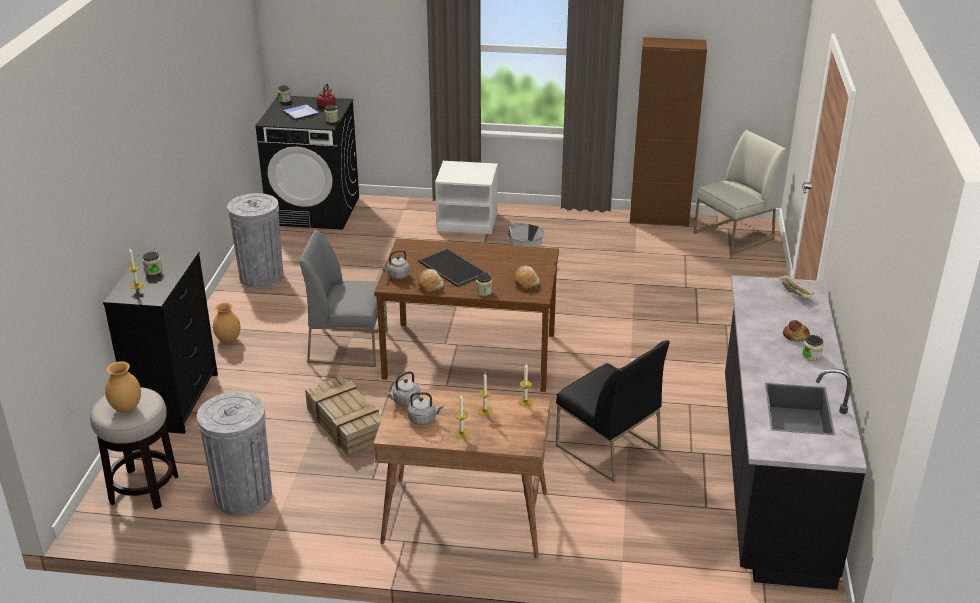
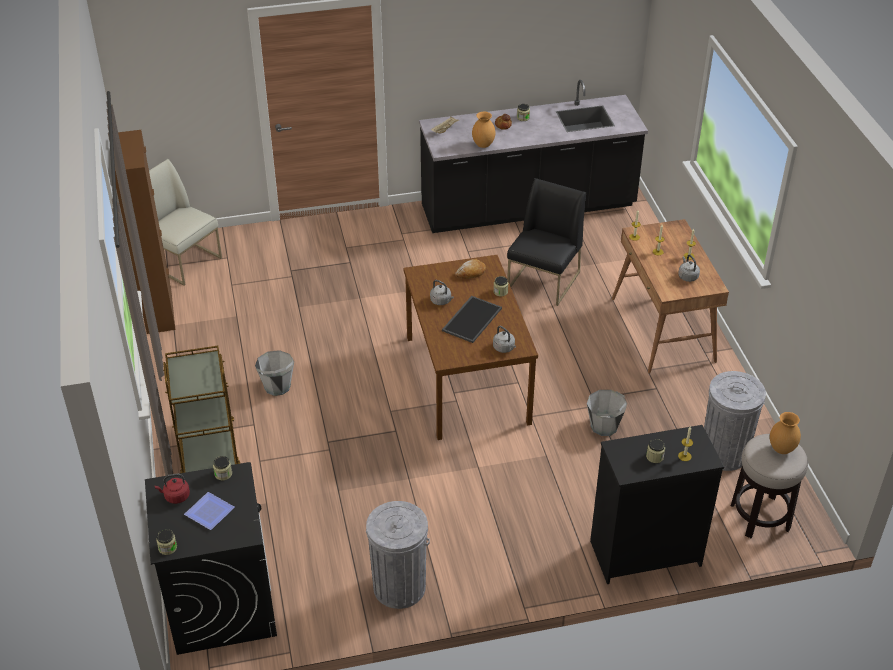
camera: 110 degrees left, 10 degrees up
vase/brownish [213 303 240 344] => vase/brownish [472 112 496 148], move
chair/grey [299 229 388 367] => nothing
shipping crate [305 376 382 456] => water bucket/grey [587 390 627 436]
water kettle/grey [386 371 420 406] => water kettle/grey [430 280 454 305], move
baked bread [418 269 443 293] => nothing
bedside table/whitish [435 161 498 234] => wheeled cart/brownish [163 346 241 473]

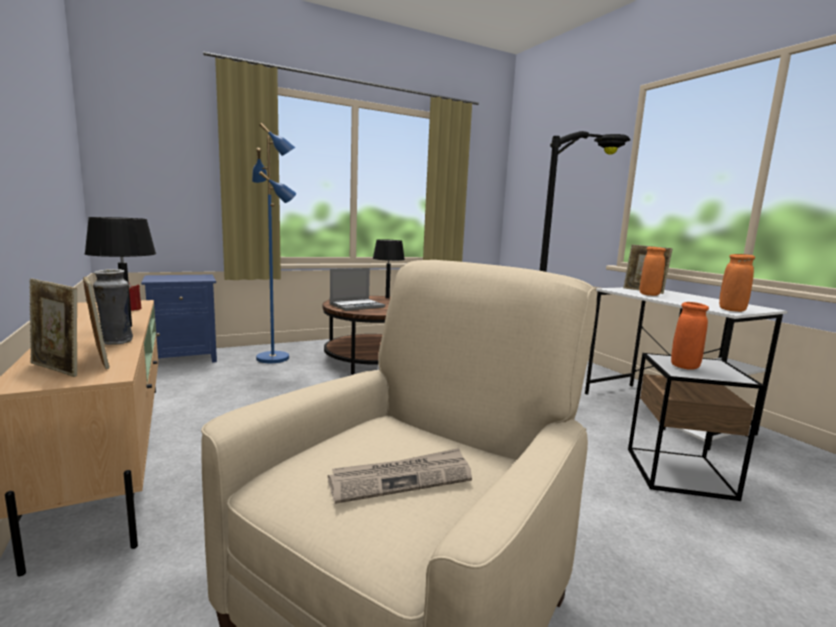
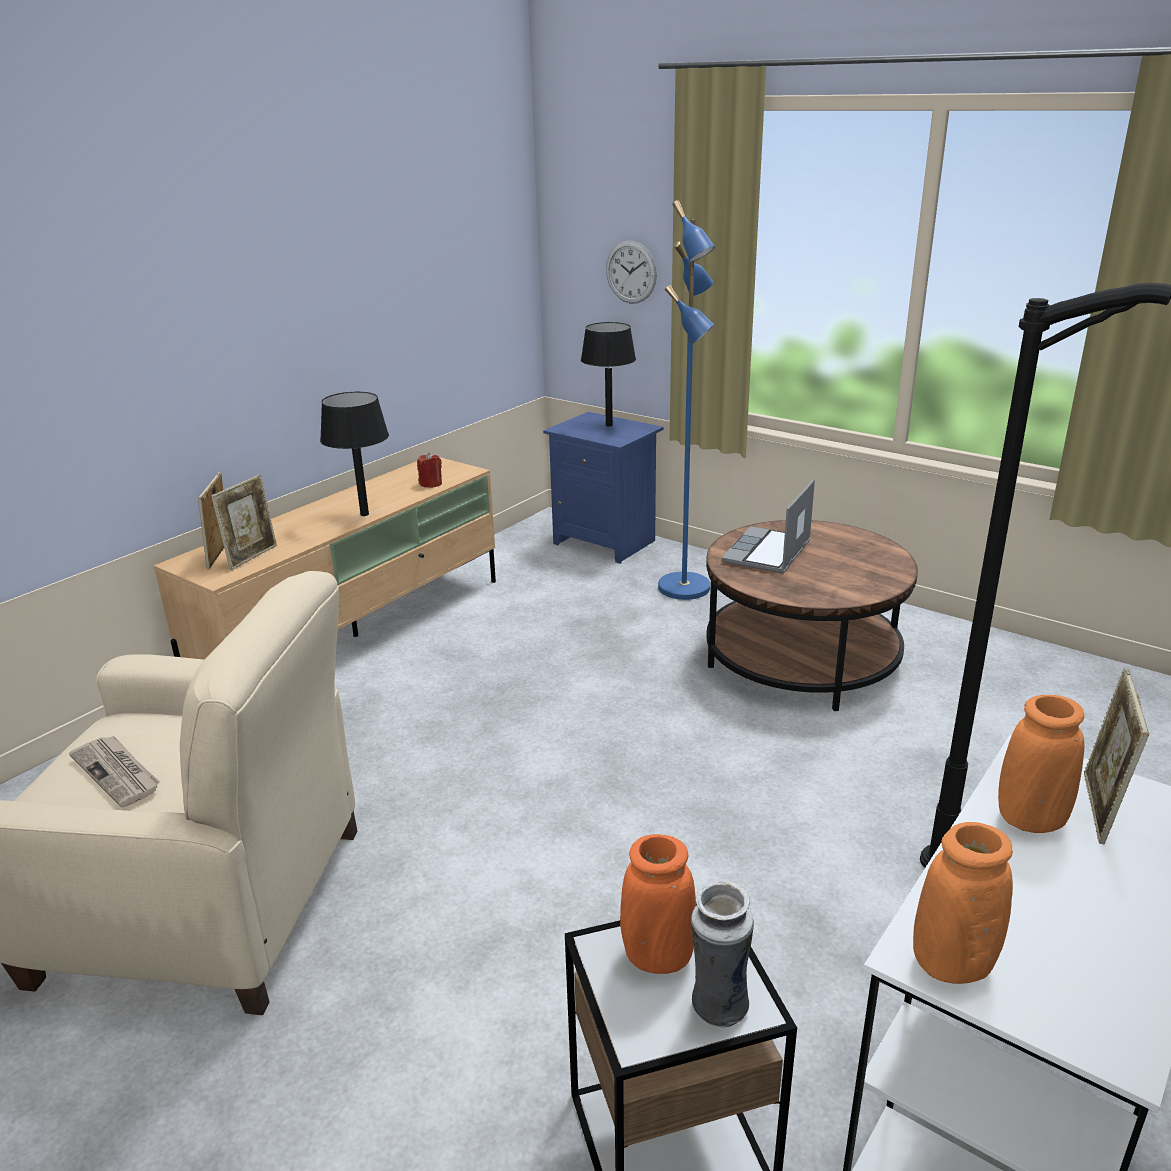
camera: 65 degrees right, 15 degrees up
vase [93 269 133 345] => vase [691 880 754 1027], move
laptop [330 268 385 311] => laptop [721 479 815 574], 90 degrees clockwise
table lamp/black [373 239 405 298] => table lamp/black [581 322 636 426], move
nothing => clock on the wall [606 240 657 304]

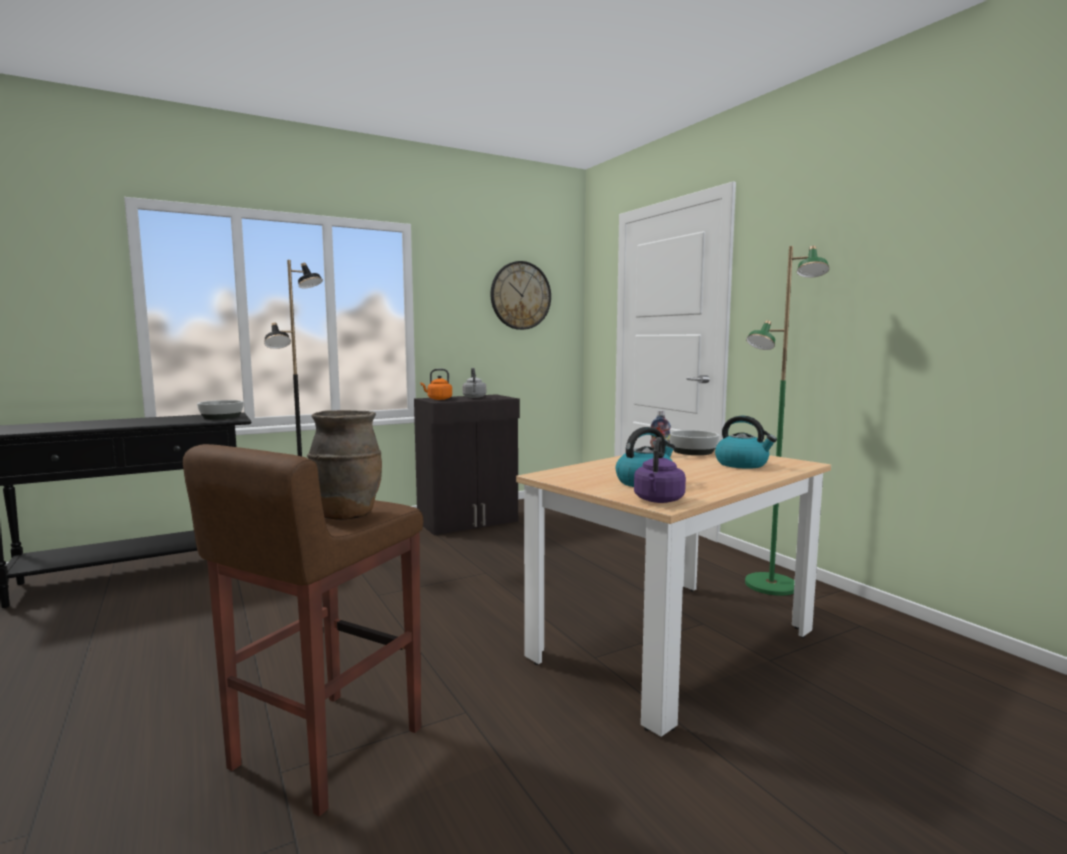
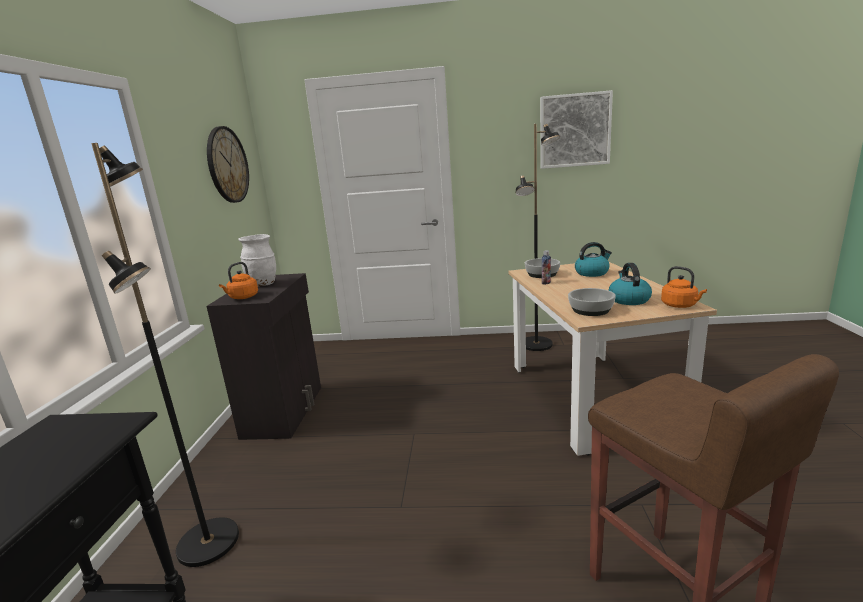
camera: 55 degrees left, 10 degrees up
bowl [197 400 244 419] => bowl [568 288 616 316], move
vase/brownish [307 410 382 520] => nothing
water kettle/grey [462 368 486 398] => vase/whitish [238 234 276 287]
water kettle/purple-coloured [634 437 686 503] => water kettle/orange-coloured [661 266 707 308]
standard lamp/green [745 246 829 596] => standard lamp/black [516 124 560 351]
nothing => wall art [540 90 613 169]

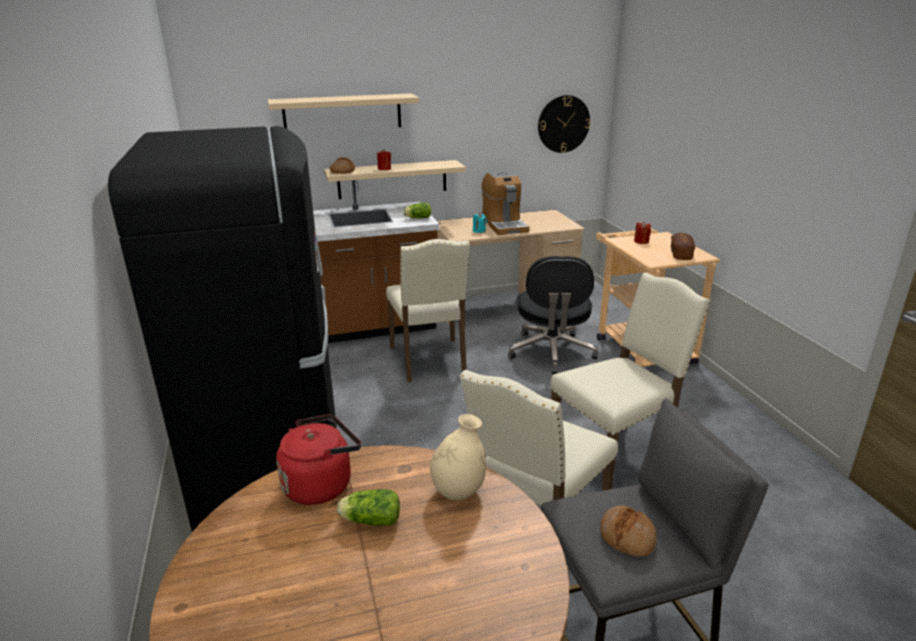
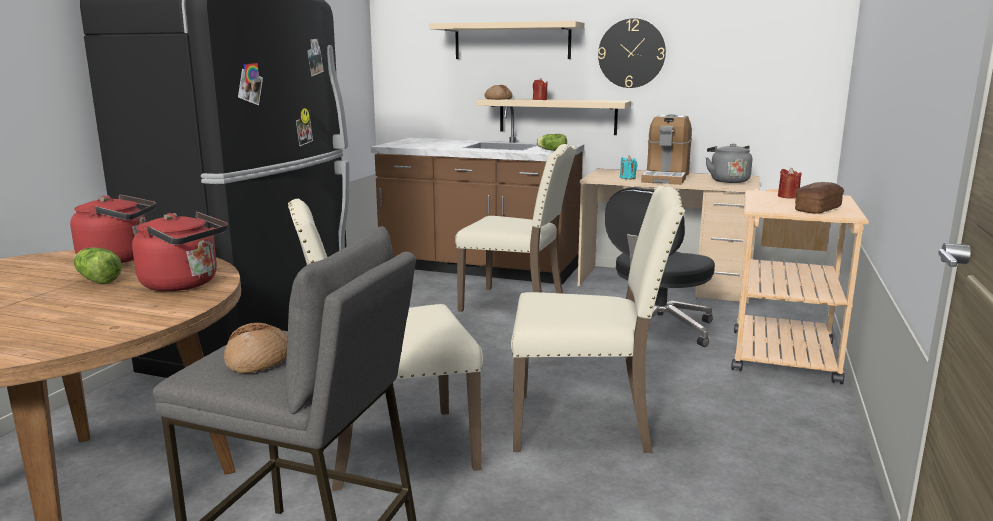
camera: 35 degrees right, 10 degrees down
chair/beige [386 239 470 383] => chair/beige [455 144 577 312], 90 degrees counterclockwise
vase/beige [430 414 486 501] => water kettle/red-coloured [132 212 228 291]
clock on the wall [538 95 590 153] => clock on the wall [598 18 666 88], move
nothing => water kettle/grey [706 143 752 183]

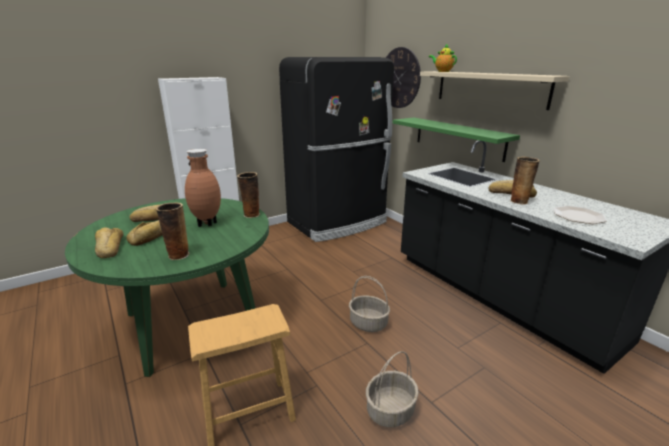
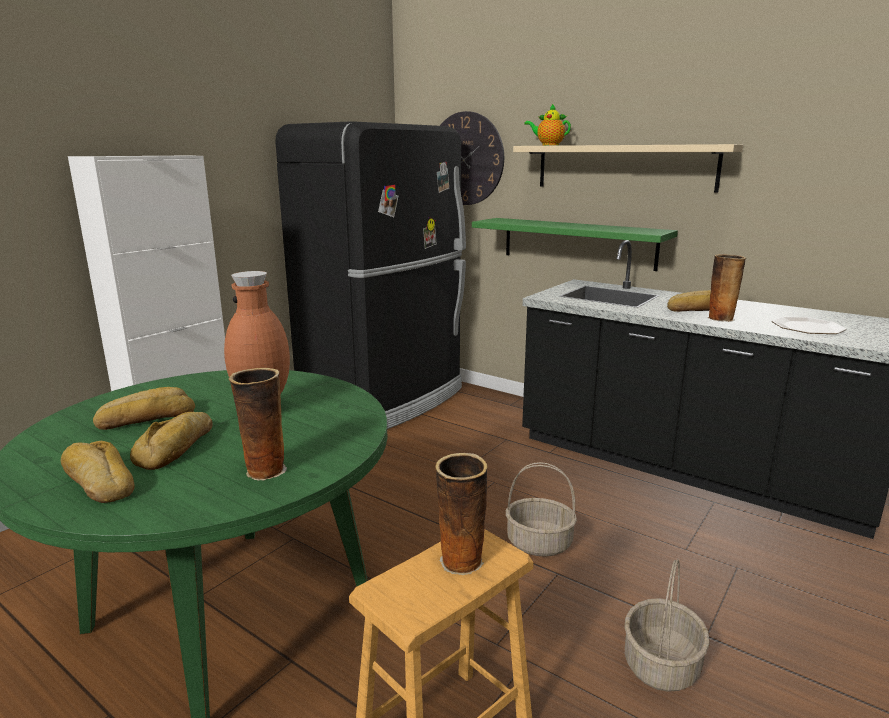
camera: 20 degrees left, 5 degrees down
vase [237 172 260 218] => vase [435 453 488 575], move

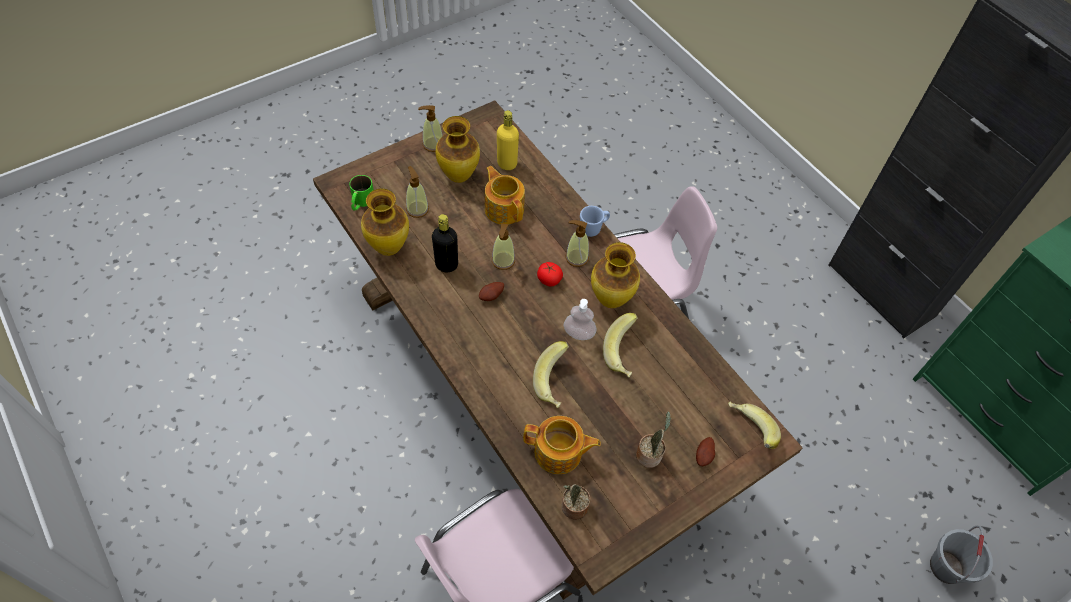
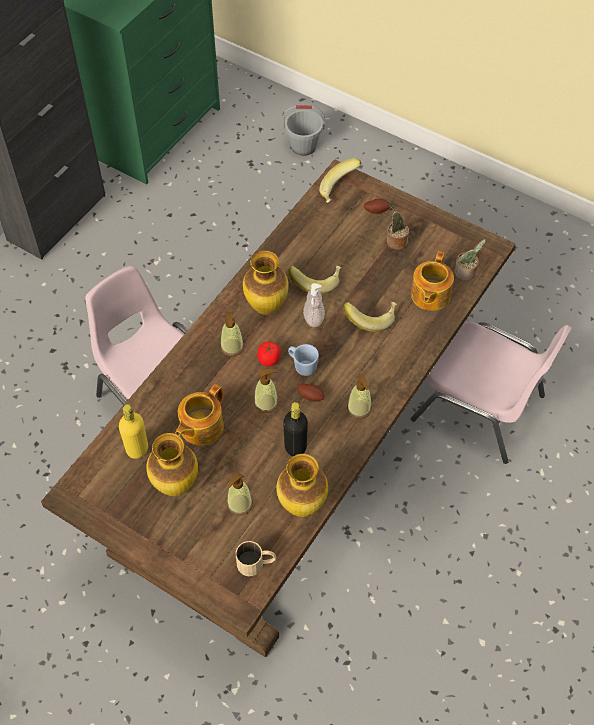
camera: 110 degrees left, 0 degrees up
tea mug/green [349 175 374 211] => tea mug/beige [236 541 276 576]
liquid soap bottle [418 105 443 152] => liquid soap bottle [347 374 372 419], move
pot for tea [523 416 601 474] => pot for tea [411 251 454 311], 150 degrees counterclockwise
tea mug/blue [580 206 610 237] => tea mug/blue [288 344 319 376], move

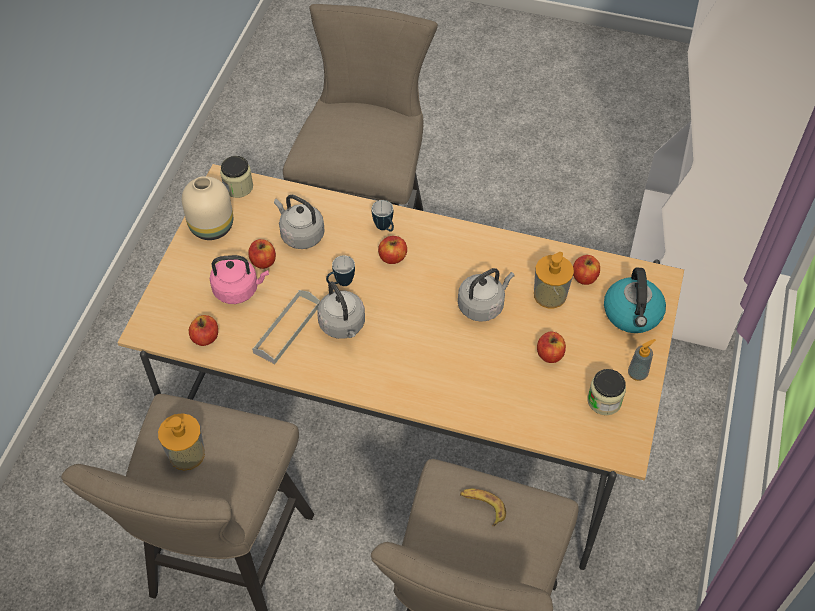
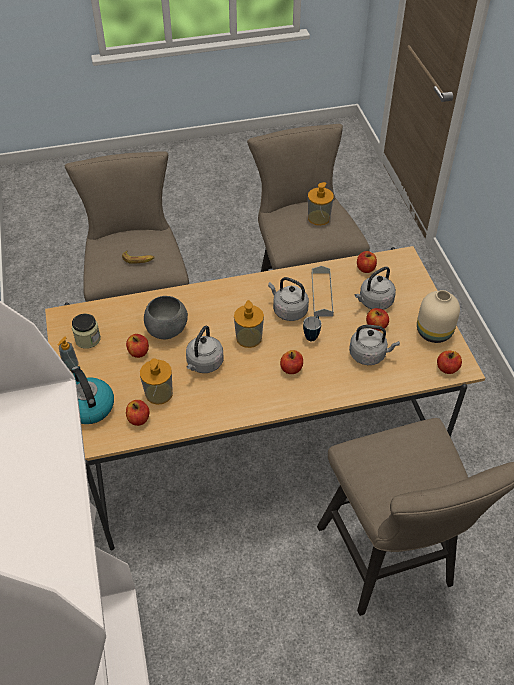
camera: 150 degrees right, 5 degrees down
water kettle/pink [210 255 269 304] => water kettle/grey [355 267 396 310]
storage jar [220 156 253 198] => apple fruit [437 351 462 374]
tea mug [372 200 394 232] => nothing
nothing => bowl/grey [144 296 188 339]
nothing => liquid soap bottle [234 300 264 348]

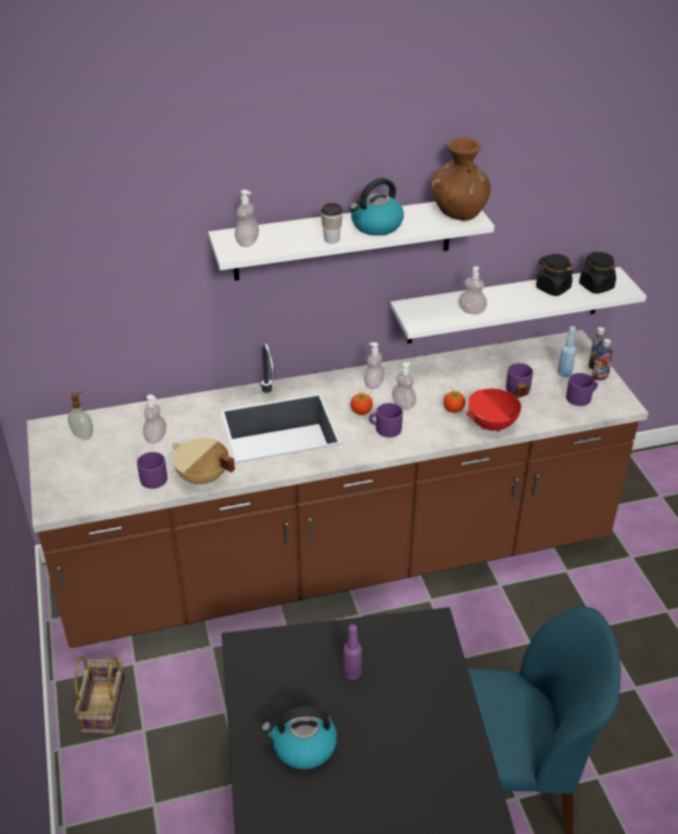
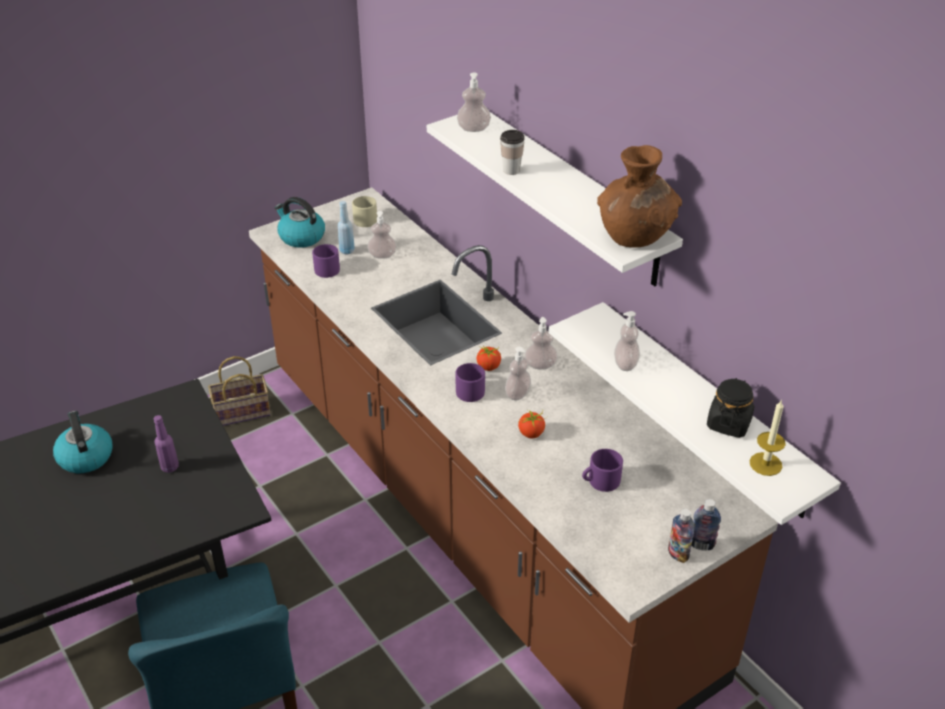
camera: 70 degrees right, 0 degrees up
liquid soap bottle [68 391 93 440] => tea mug/beige [352 196 377 227]
stockpot/beige [172 438 235 485] => nothing
water kettle [350 178 404 236] => water kettle [275 197 325 248], move
stockpot/red-coloured [466 382 529 432] => nothing
drink bottle/blue [557 326 576 377] => drink bottle/blue [338 201 355 254], move
tea mug/purple-coloured [566 373 598 406] => nothing
storage jar/black [579 251 616 294] => wax candle [750 399 786 476]

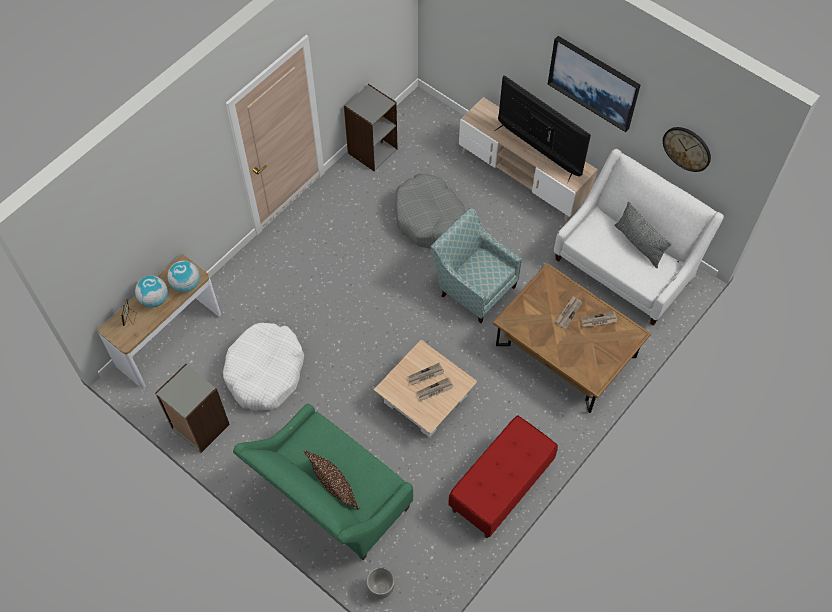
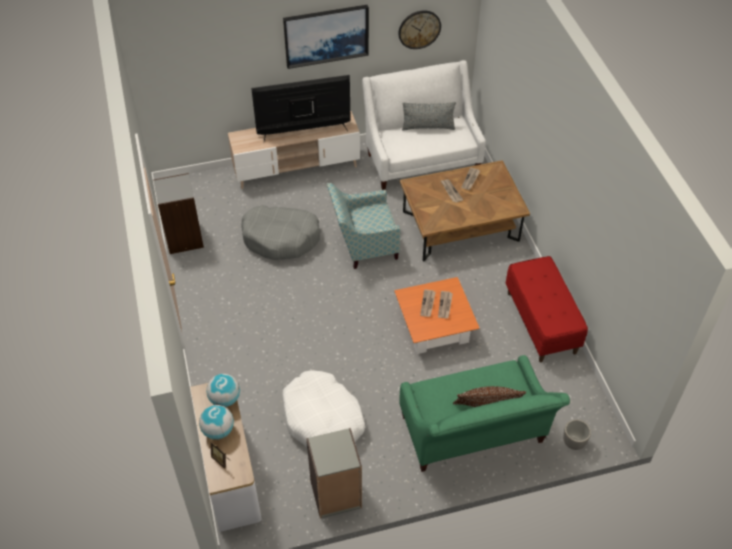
camera: 55 degrees left, 10 degrees down
low table/beige [374 340 478 438] => low table/orange-coloured [394 277 480 354]

